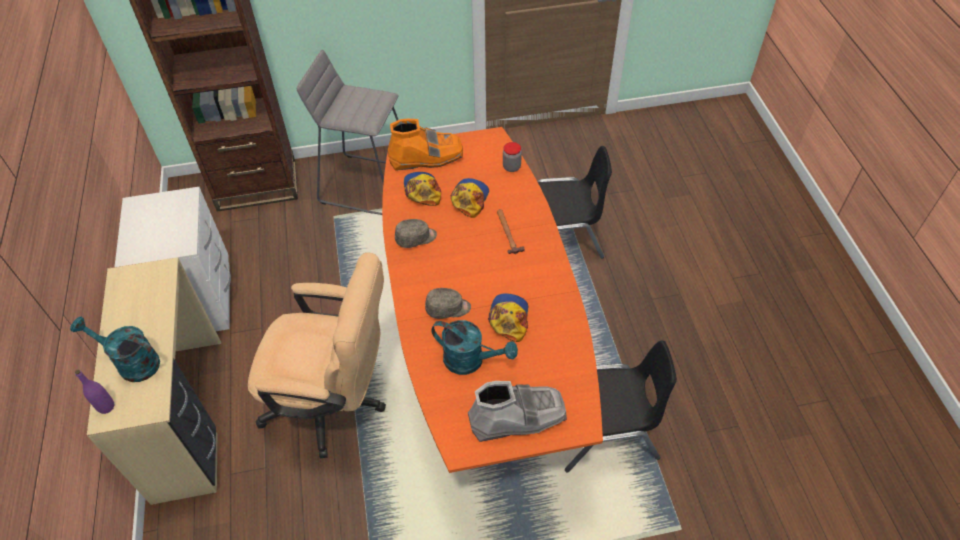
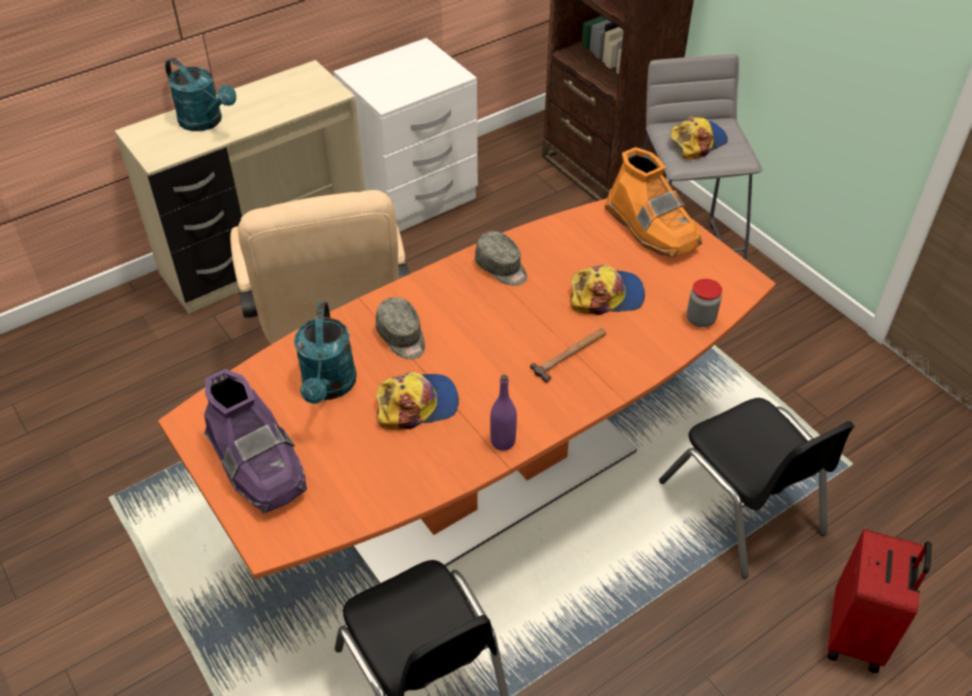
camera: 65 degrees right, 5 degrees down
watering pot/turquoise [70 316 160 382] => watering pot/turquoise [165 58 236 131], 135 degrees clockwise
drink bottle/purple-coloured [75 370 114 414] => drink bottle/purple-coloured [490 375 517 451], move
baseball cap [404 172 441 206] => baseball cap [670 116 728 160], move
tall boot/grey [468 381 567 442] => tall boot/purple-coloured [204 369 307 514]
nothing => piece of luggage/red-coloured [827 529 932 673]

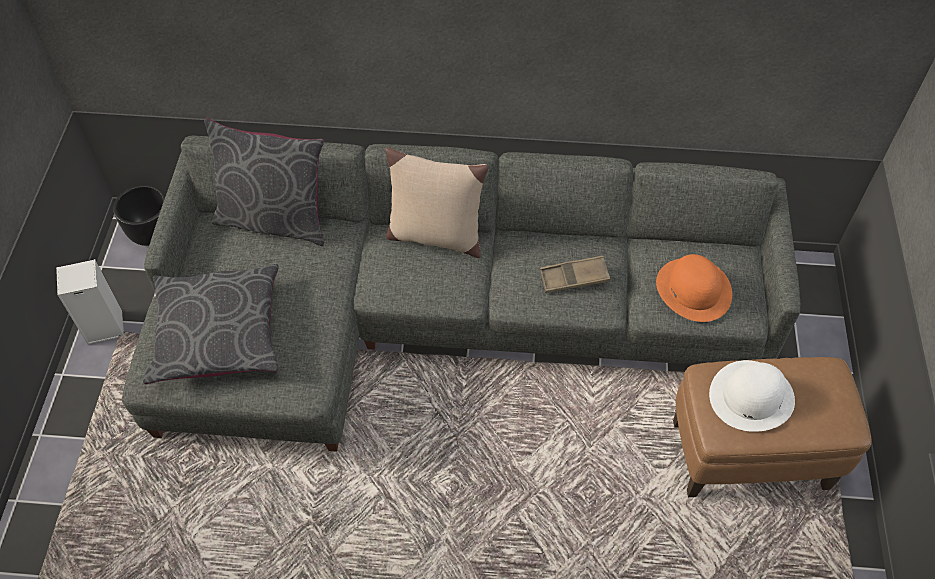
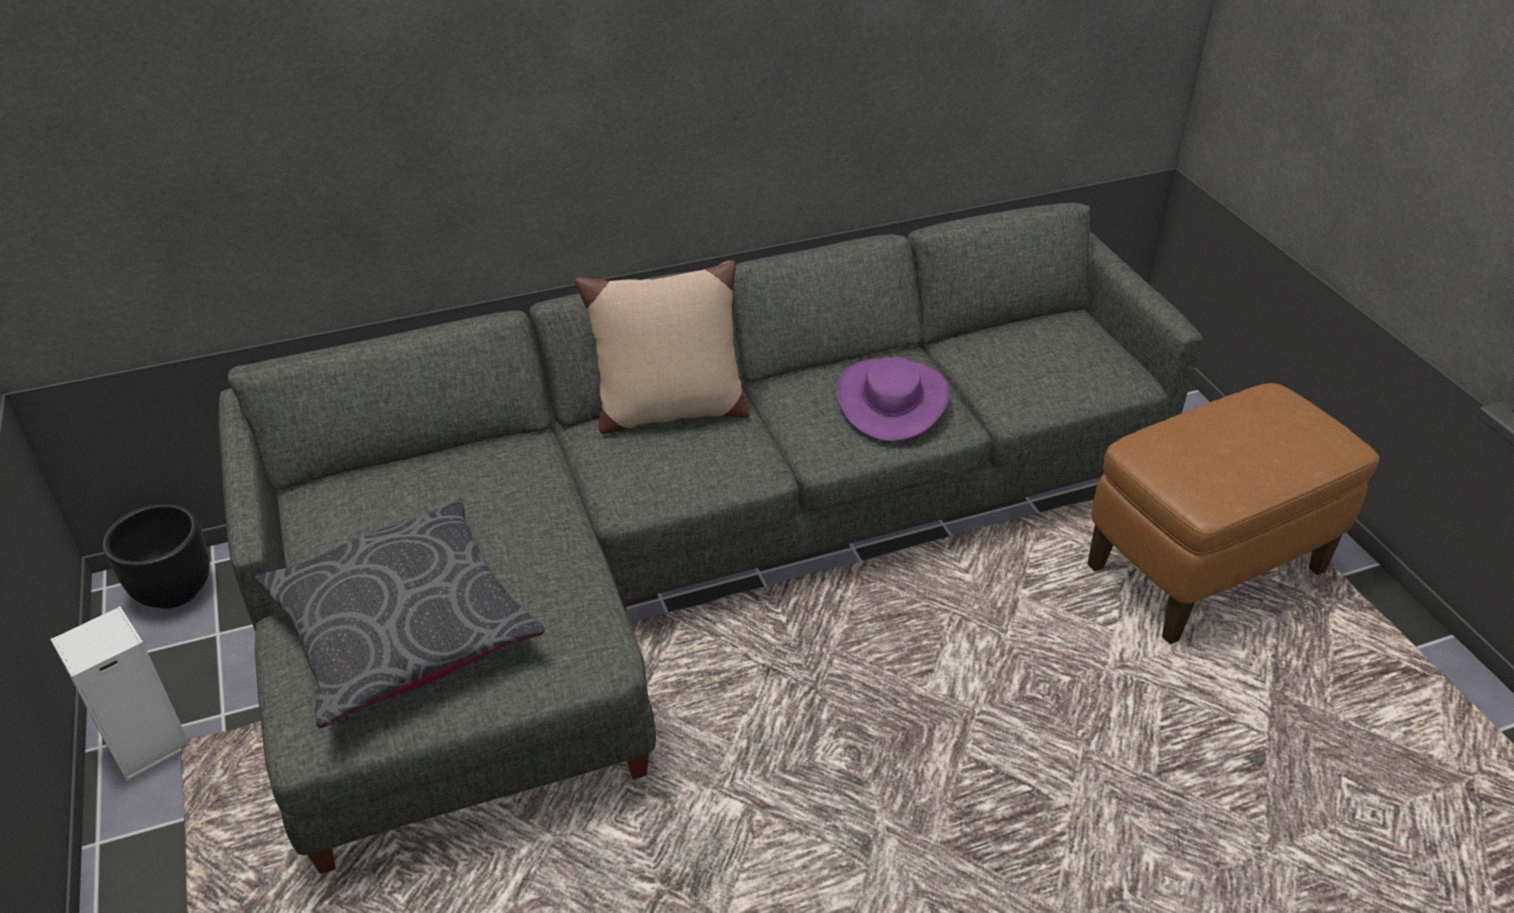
camera: 25 degrees left, 15 degrees down
cushion/grey [204 118 324 246] => nothing
carrying tray/brownish [540 256 610 293] => wearable hat/purple-coloured [837 357 949 442]
wearable hat/orange-coloured [656 254 732 322] => nothing
wearable hat/whitish [709 360 795 432] => nothing

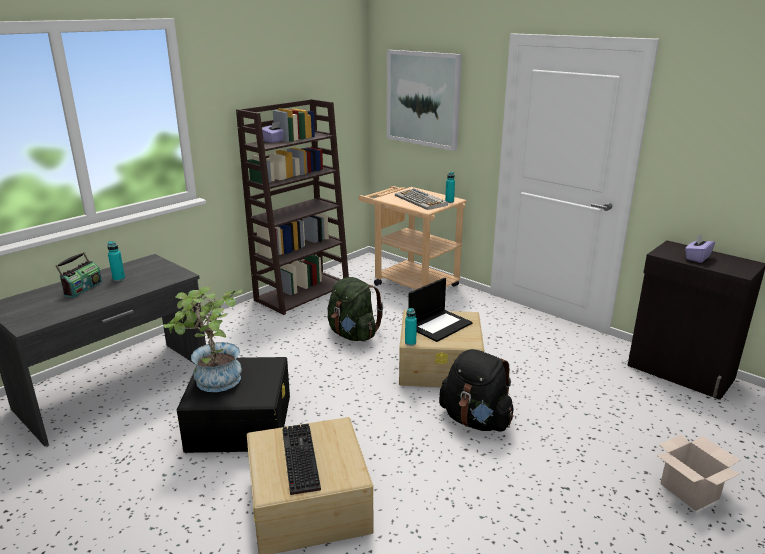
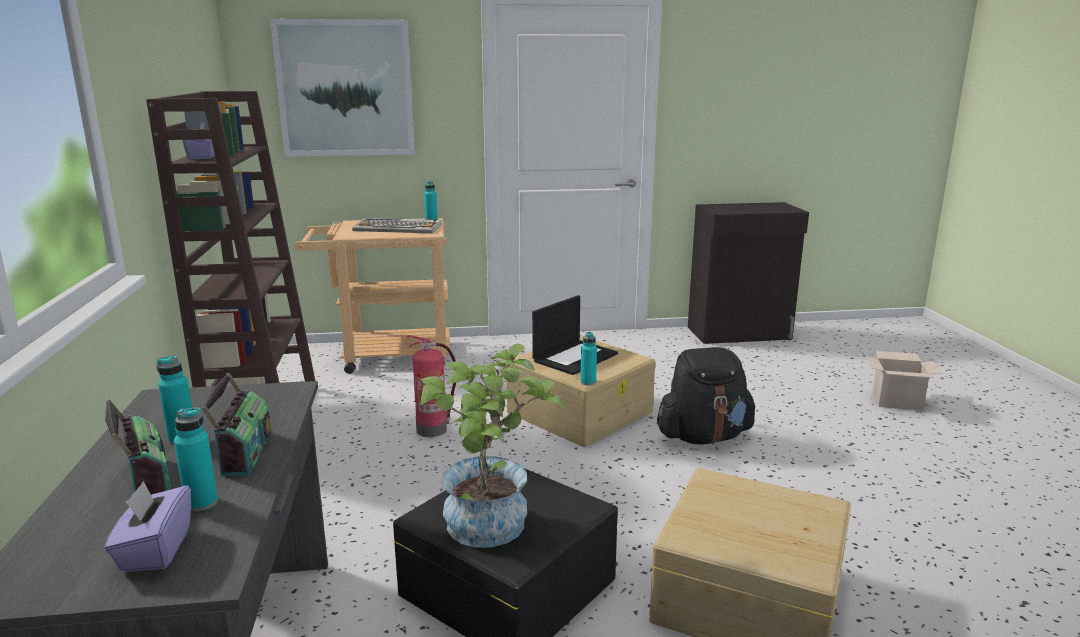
camera: 50 degrees left, 5 degrees down
computer keyboard [282 424 321 495] => nothing
backpack/green [328 277 383 341] => fire extinguisher [406 335 456 437]
laptop [408 278 472 342] => laptop [532 295 618 375], 45 degrees clockwise
tissue box/purple-coloured [685 234 715 263] => tissue box/purple-coloured [105 481 191 572], move
nothing => drink bottle/turquoise [174 408 218 512]
nothing => radio [202 373 271 476]

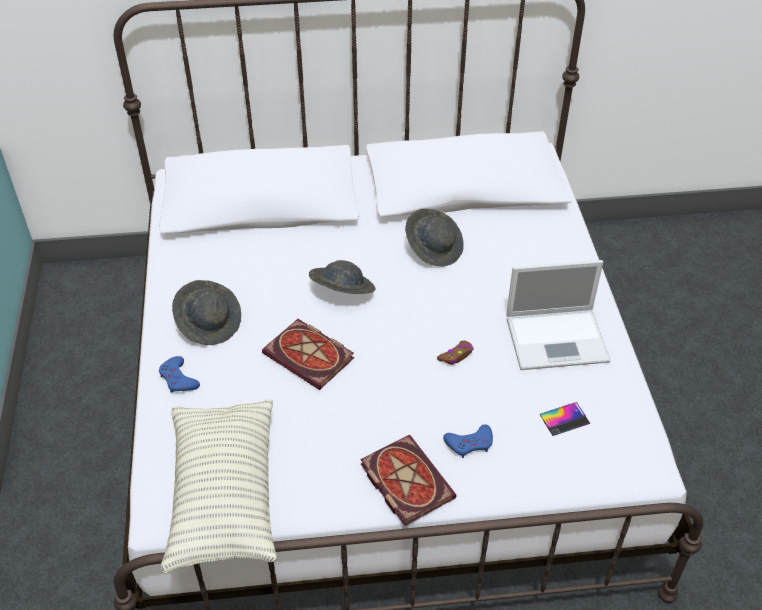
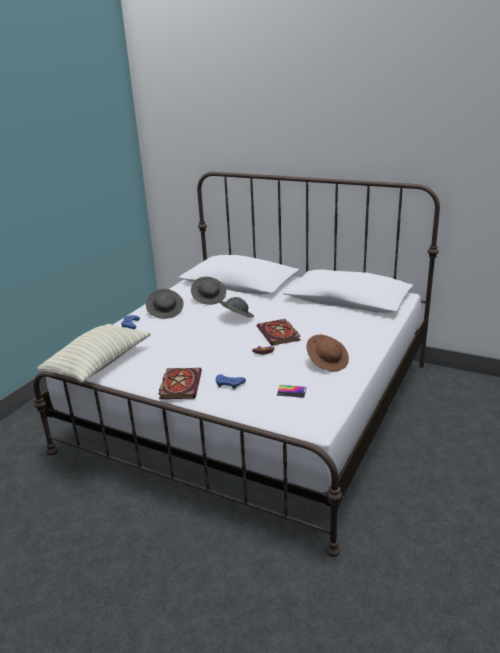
camera: 35 degrees right, 20 degrees down
bound book [262 319 354 390] => bound book [257 319 301 346], move
wearable hat/grey [405 209 464 266] => wearable hat/grey [191 277 226 305], move
laptop [506 260 611 370] => wearable hat/brownish [307 334 349 371]

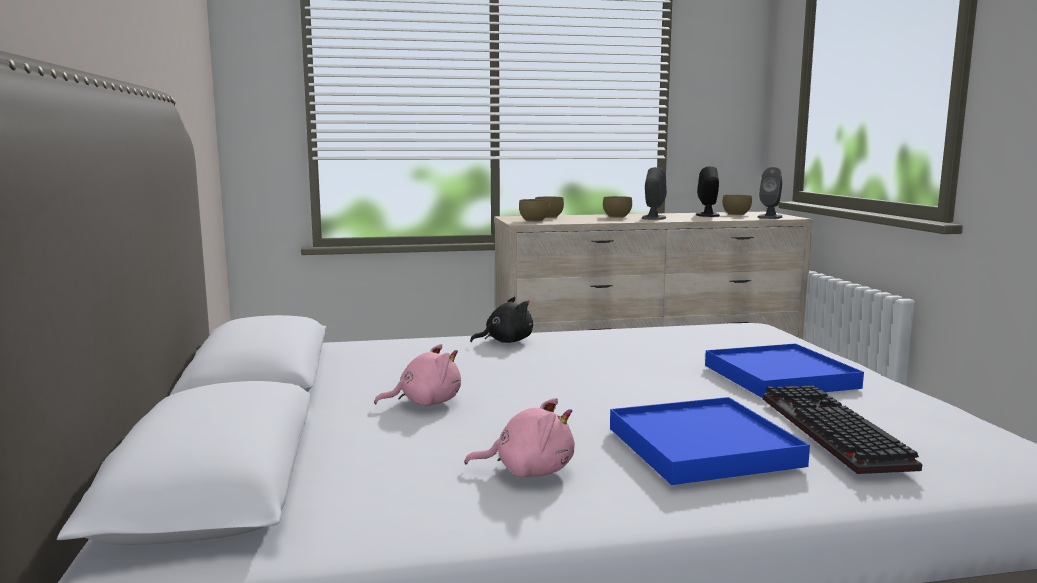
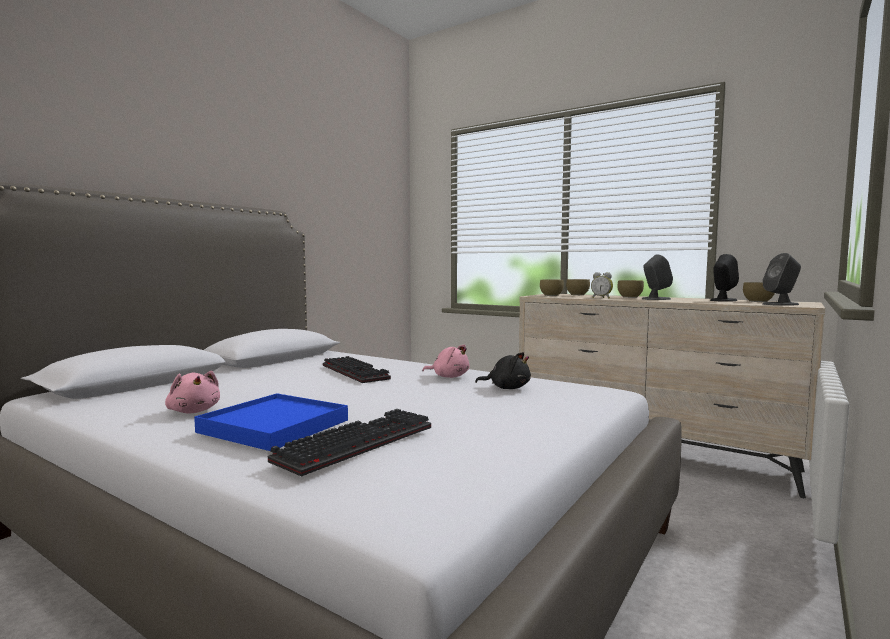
camera: 45 degrees right, 5 degrees down
plush toy/pink [374 344 461 406] => plush toy/pink [422 344 469 378], move
plush toy/black [470 297 533 343] => plush toy/black [475 352 531 389], move
carrying tray/blue [705 343 864 398] => nothing
nothing => computer keyboard [323 356 391 383]
nothing => alarm clock [591 272 613 298]

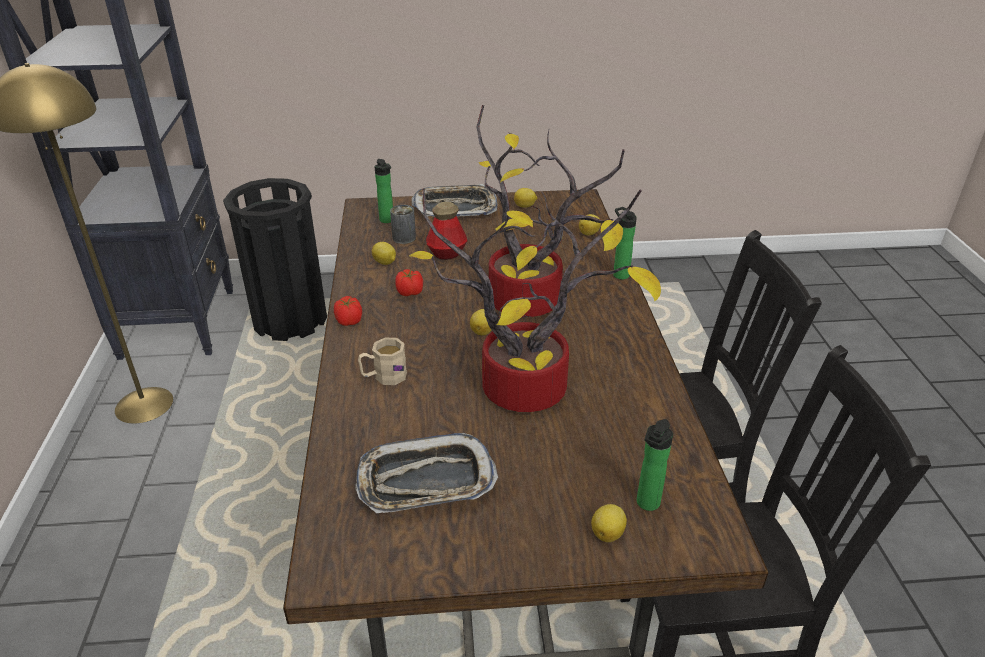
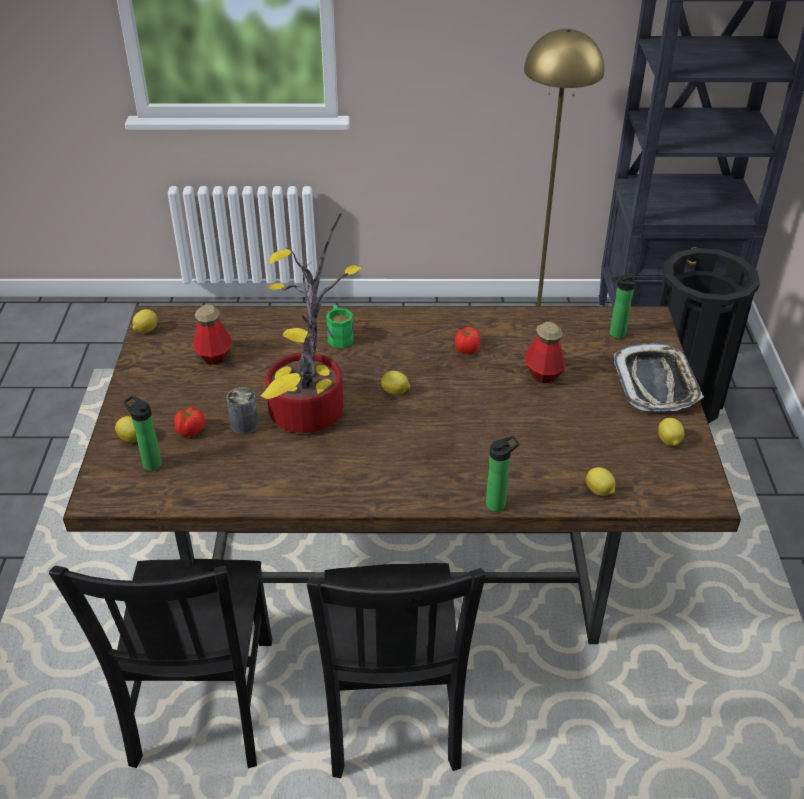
camera: 95 degrees right, 5 degrees up
fresh tomato [334 296 362 326] => fresh tomato [174 407 205 437], move
carrying tray [355 433 498 513] => drink bottle [193 304 232 365]
tea mug/beige [358 337 407 385] => tea mug/green [326 305 354 348]
lemon [372 242 396 265] => lemon [132 309 158 333], move
can [390 205 416 244] => can [226 387 259 434], move
houseplant [477 105 625 317] => nothing

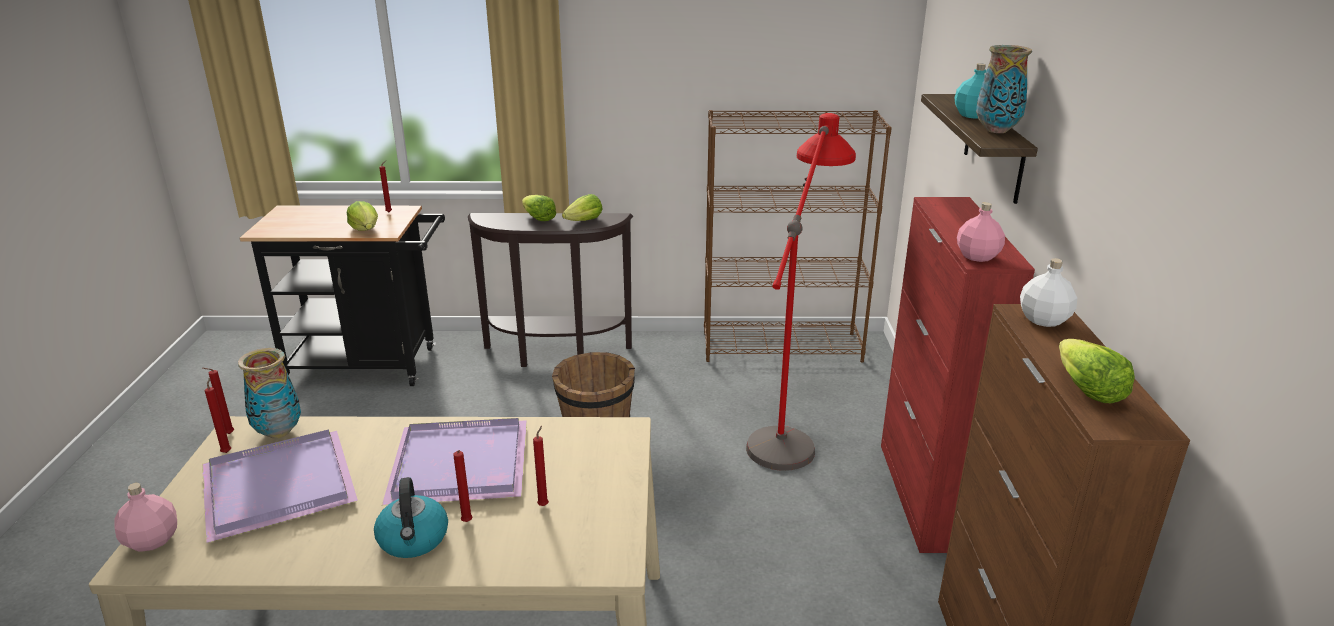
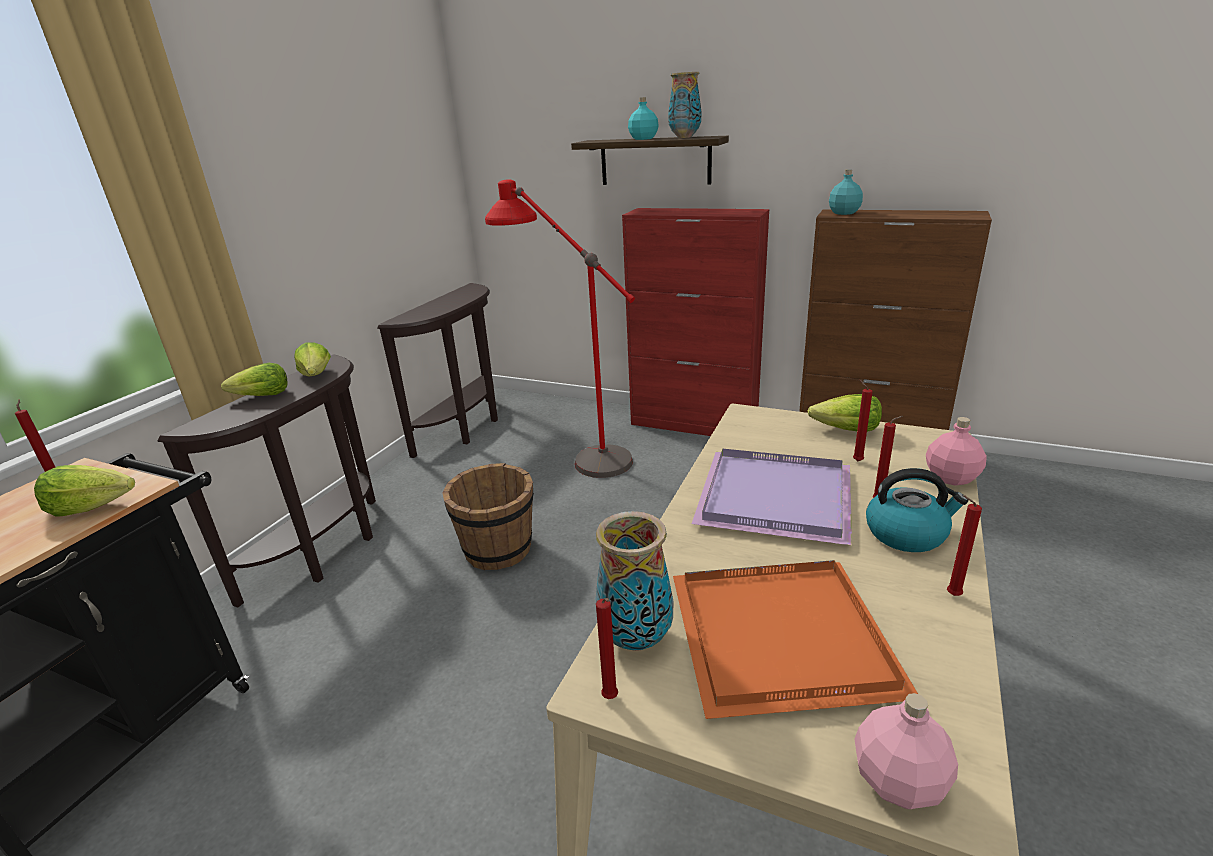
camera: 65 degrees left, 0 degrees up
carrying tray/purple-coloured [202 429 358 543] => carrying tray/orange-coloured [673 560 918 719]
wax candle/red-coloured [205 377 231 453] => wax candle/red-coloured [947 495 982 596], move
bookshelf/brownish [704 110 892 362] => console table/brownish [377 283 498 458]
drink bottle/pink [957 202 1005 262] => drink bottle/pink [926 417 987 486], move
drink bottle/whitish [1020 258 1077 327] => drink bottle/turquoise [829 170 863 215]
lettuce [1059 339 1135 403] => lettuce [808 394 882 432], move

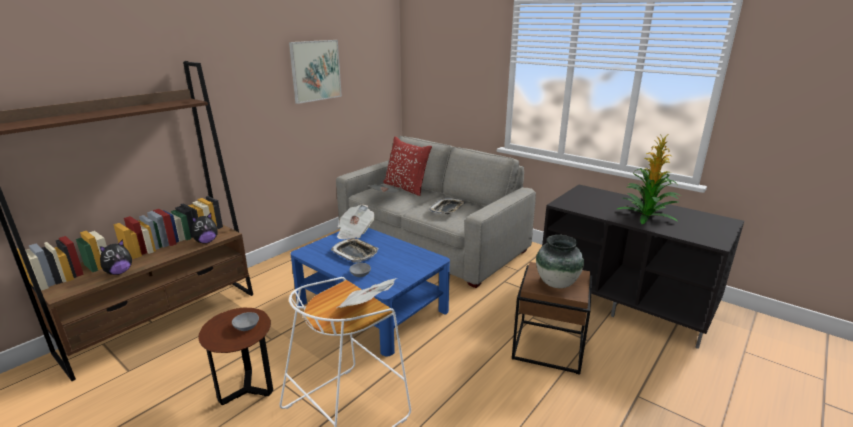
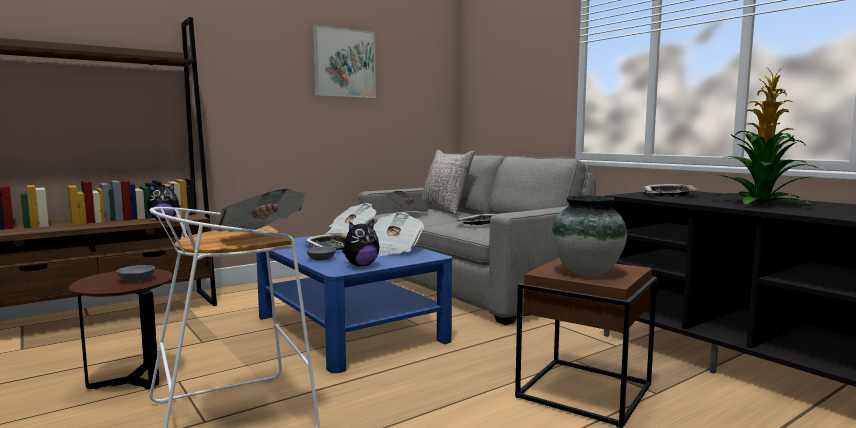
camera: 15 degrees right, 15 degrees down
plush toy [100 239 132 275] => plush toy [342 219 380 266], move
cushion/red-coloured [383 136 432 196] => cushion/grey [421 150 475 215]
nothing => printed paper [373 212 424 256]
nothing => carrying tray [643 184 699 197]

